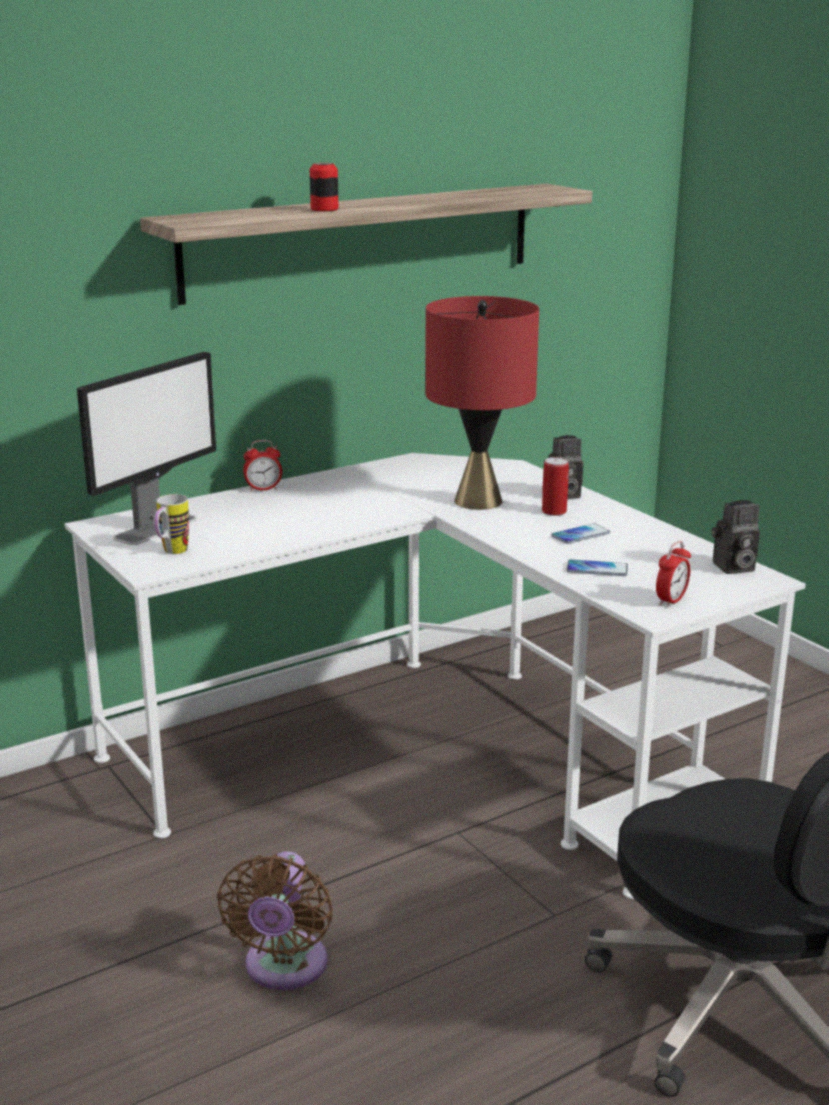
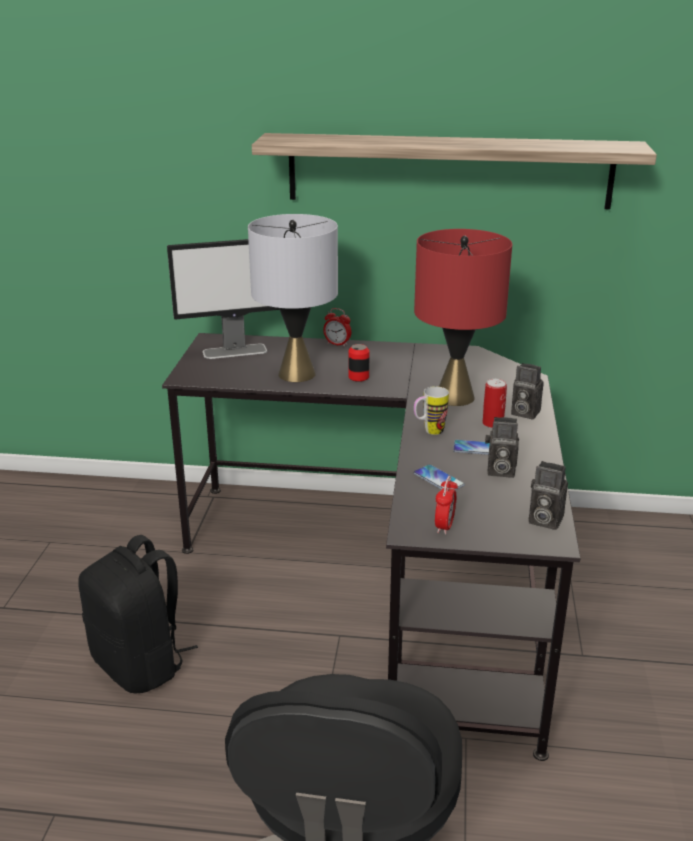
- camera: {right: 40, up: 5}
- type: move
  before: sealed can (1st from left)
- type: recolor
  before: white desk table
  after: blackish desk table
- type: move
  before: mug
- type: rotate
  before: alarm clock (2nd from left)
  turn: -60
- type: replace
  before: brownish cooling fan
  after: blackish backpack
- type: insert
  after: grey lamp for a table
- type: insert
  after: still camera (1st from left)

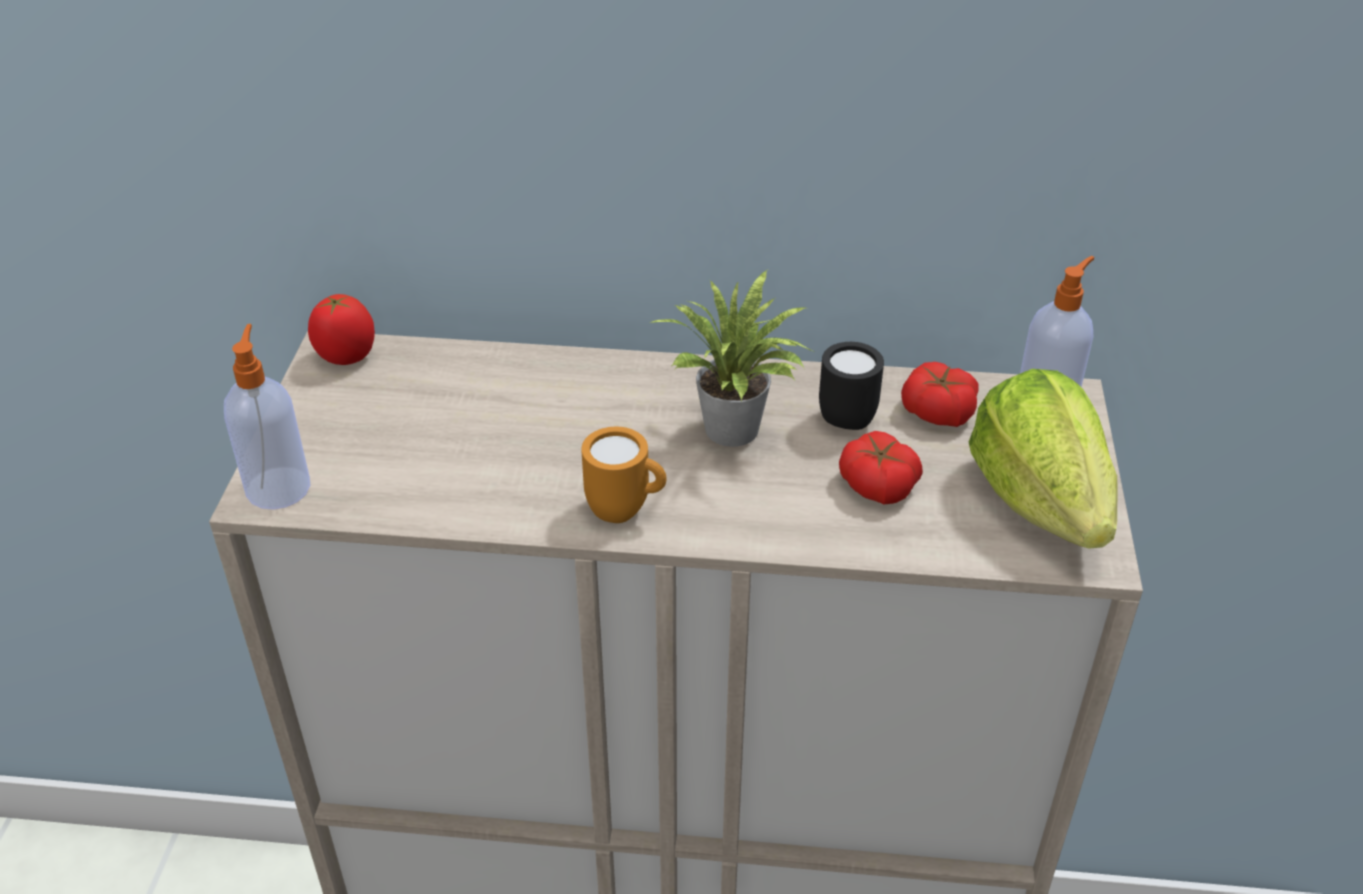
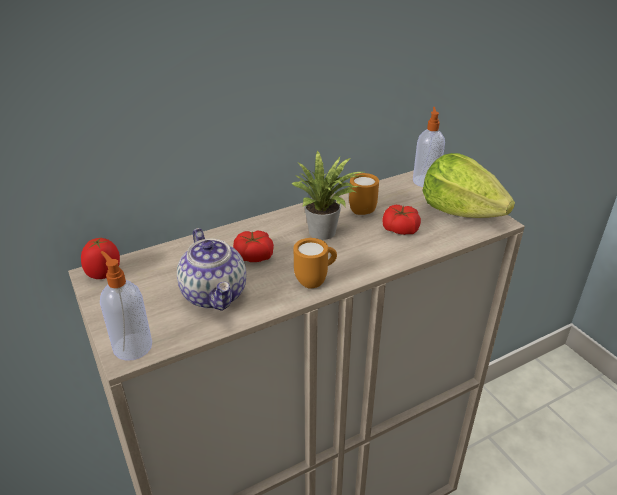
- camera: {right: -35, up: -5}
- type: recolor
  before: blackish mug
  after: orangey mug (2nd from left)
- type: move
  before: fresh tomato (3rd from left in the first image)
  after: fresh tomato (2nd from left)
- type: insert
  after: tea pot

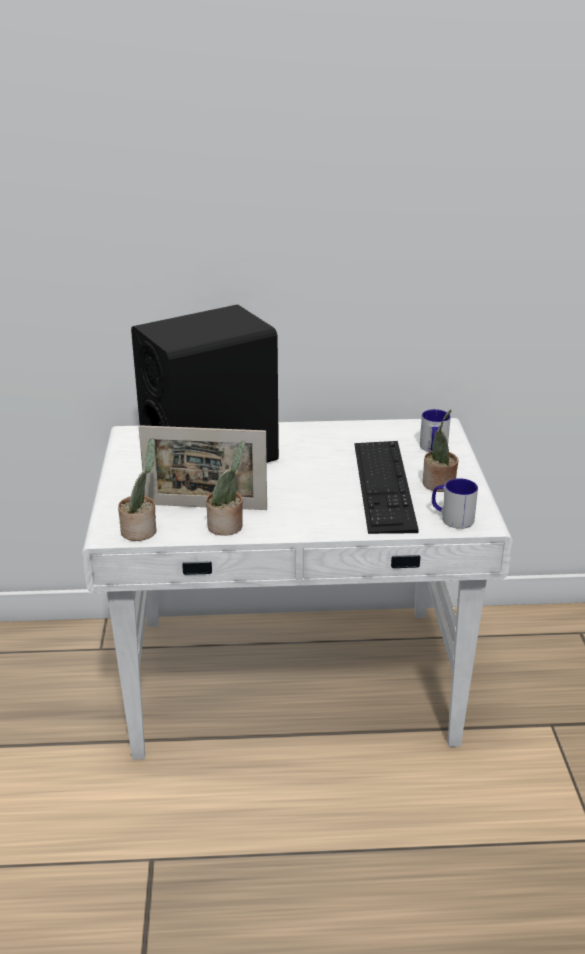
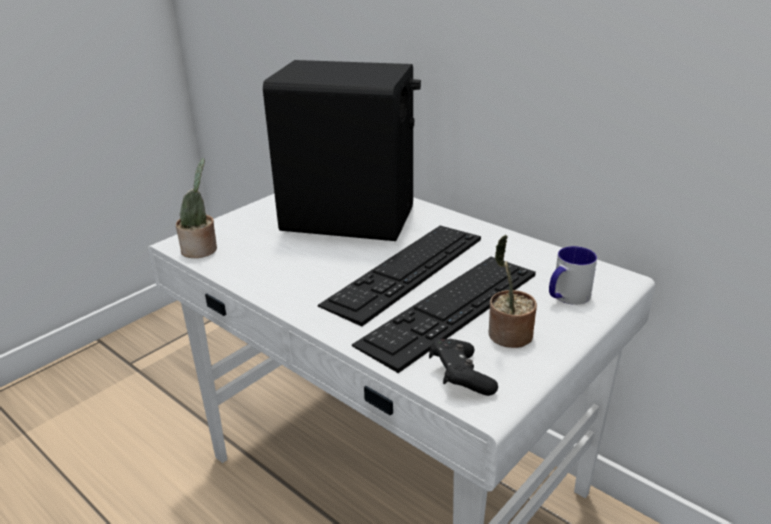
- camera: {right: 45, up: 0}
- type: delete
  before: picture frame
- type: delete
  before: houseplant (2nd from left)
- type: replace
  before: mug (2nd from left)
  after: blackish gamepad
- type: insert
  after: PC keyboard (1st from left)

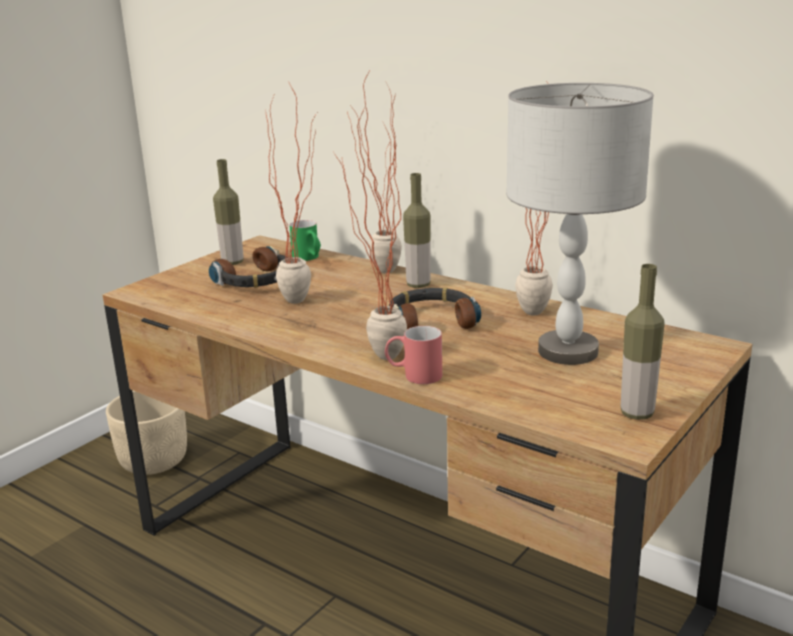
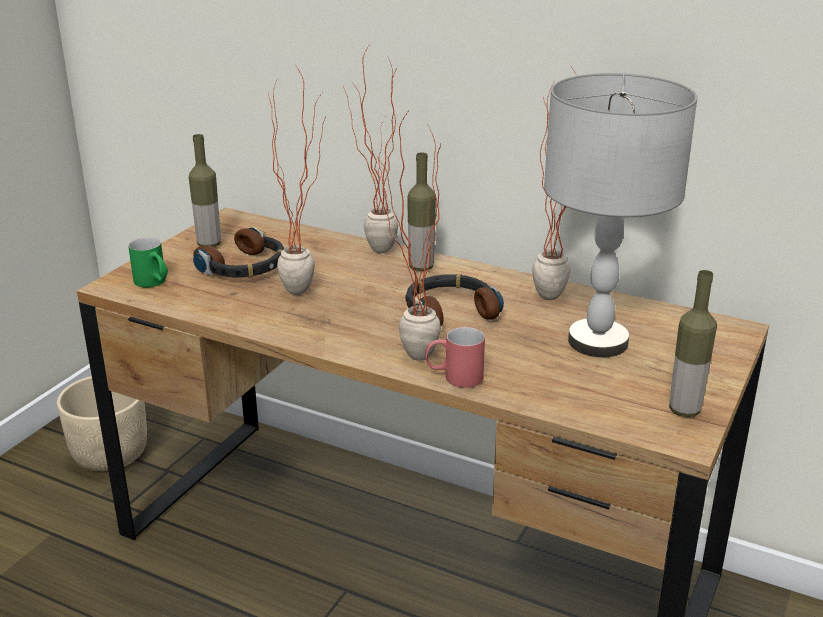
- camera: {right: -10, up: 5}
- type: move
  before: greenish mug

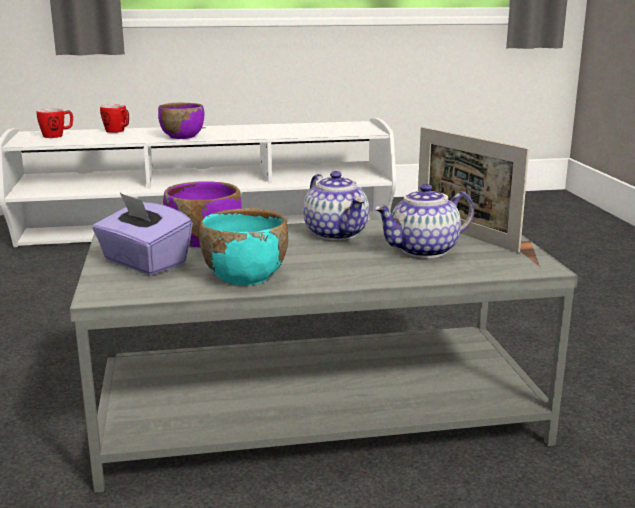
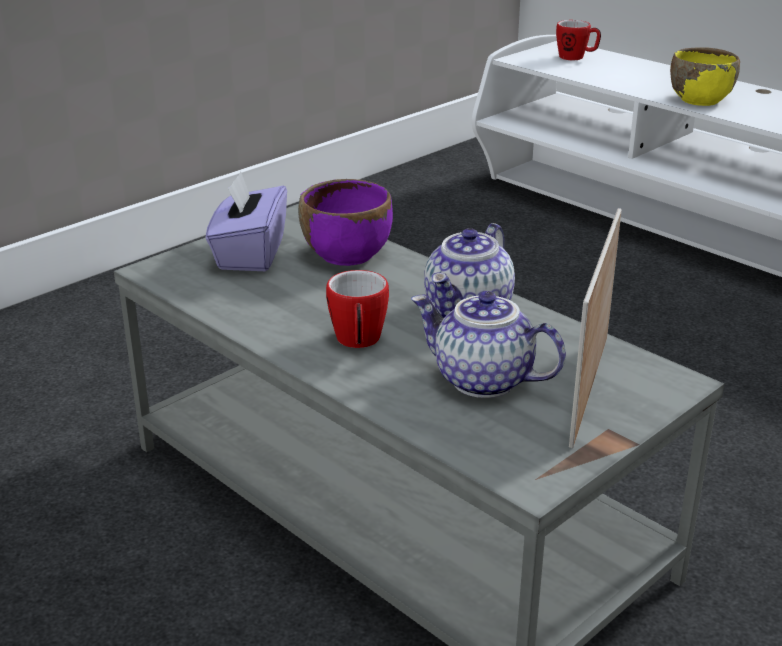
- camera: {right: 55, up: 10}
- type: recolor
  before: purplish bowl (1st from left)
  after: yellow bowl
- type: move
  before: mug (2nd from left in the first image)
  after: mug (1st from left)
- type: delete
  before: turquoise-coloured bowl

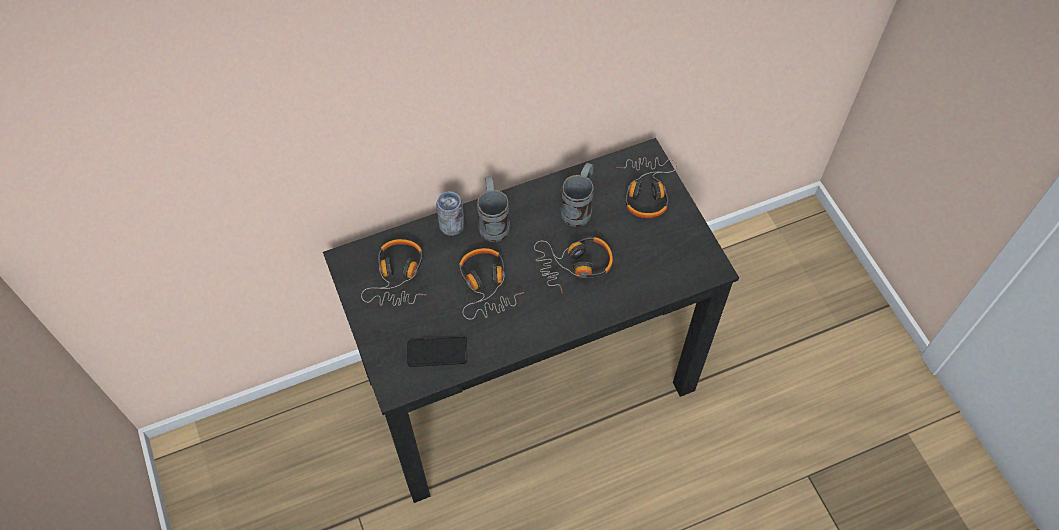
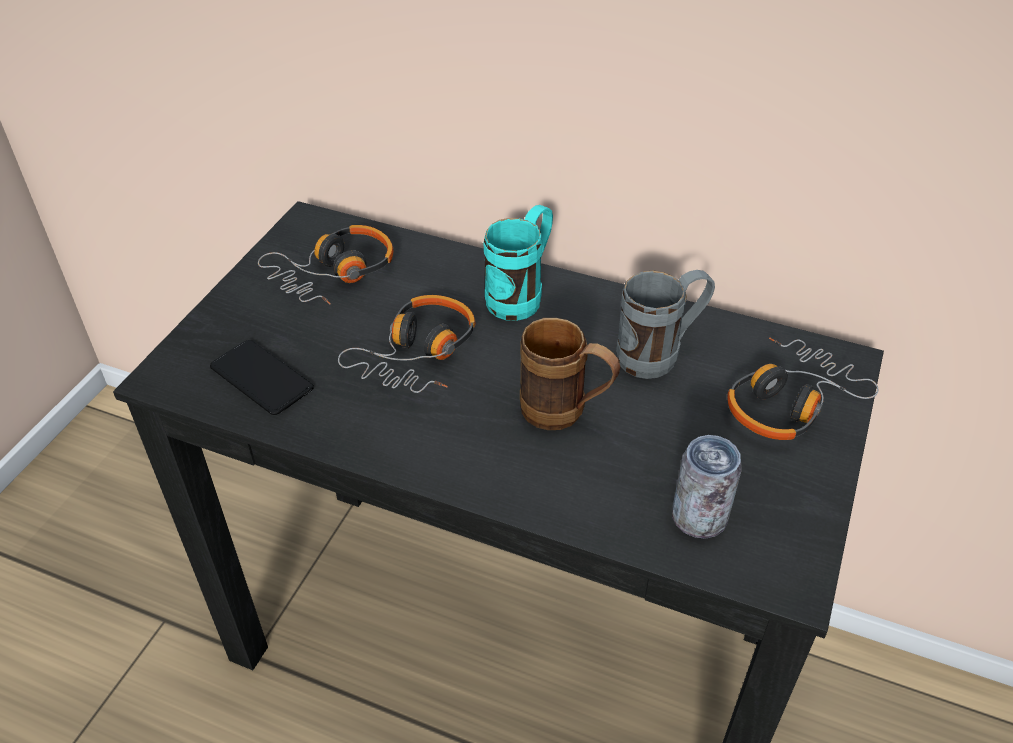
- camera: {right: 45, up: -15}
- type: recolor
  before: grey mug (1st from left)
  after: turquoise-coloured mug
- type: move
  before: sealed can
- type: replace
  before: headset (3rd from left)
  after: brownish mug

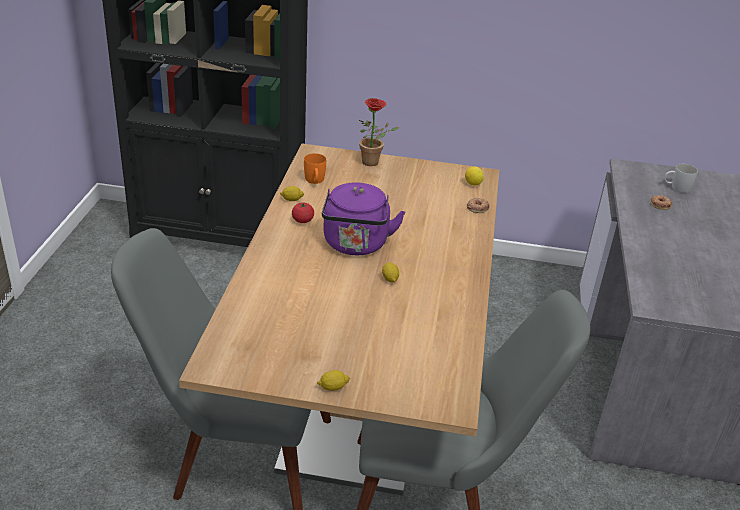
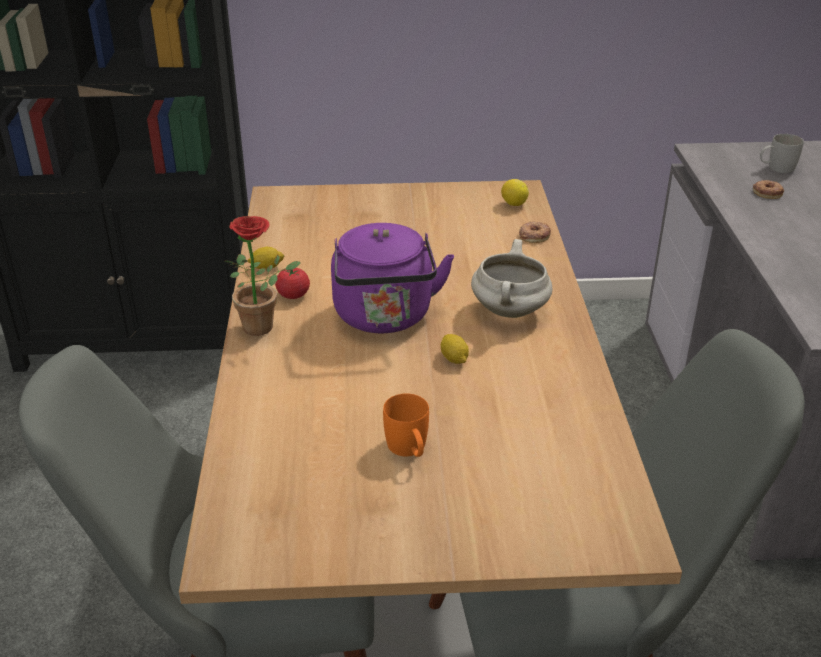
- camera: {right: -10, up: 0}
- type: move
  before: houseplant
- type: move
  before: orangey mug
- type: delete
  before: whole lemon (2nd from left)
- type: insert
  after: white cooking pot

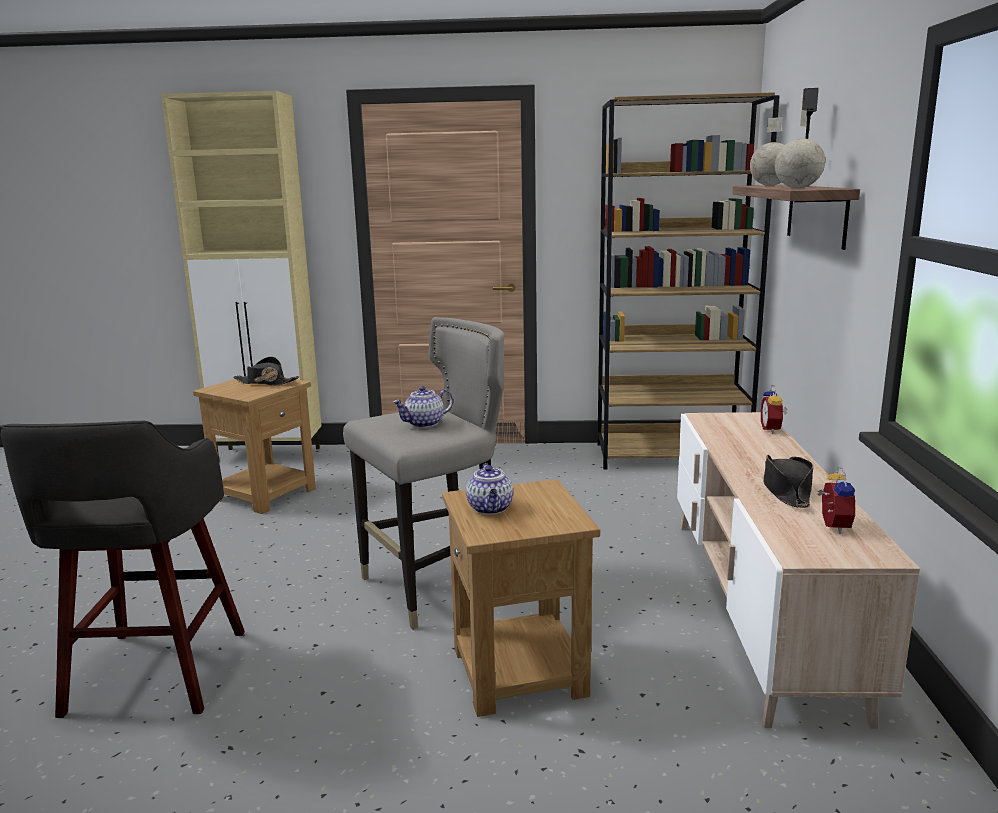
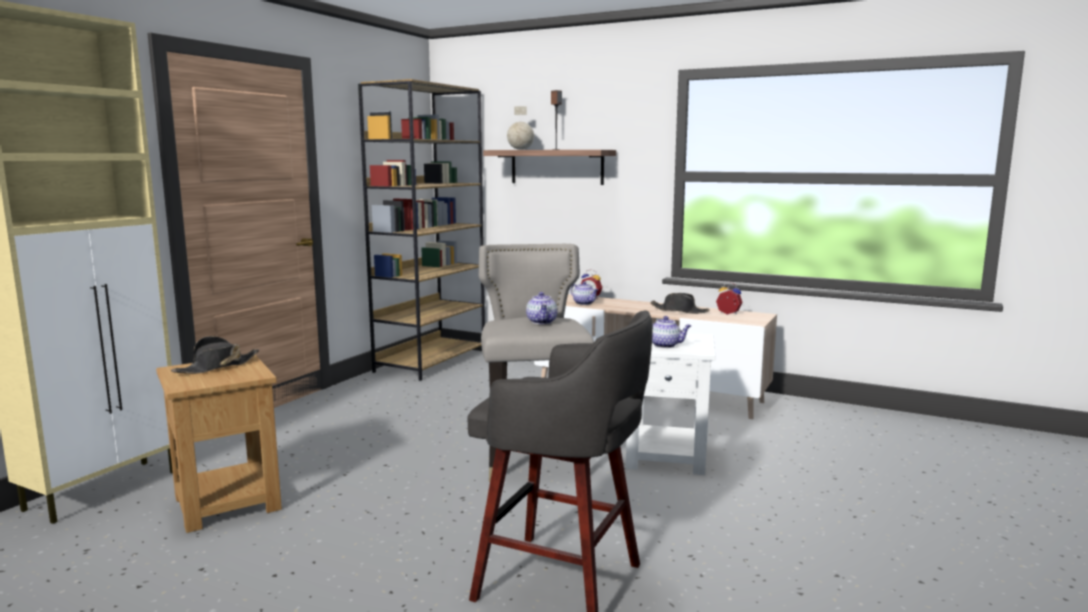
- camera: {right: -65, up: -5}
- type: delete
  before: desk globe (2nd from left)
- type: recolor
  before: brownish side table (2nd from left)
  after: white side table
- type: insert
  after: tea pot (2nd from left)

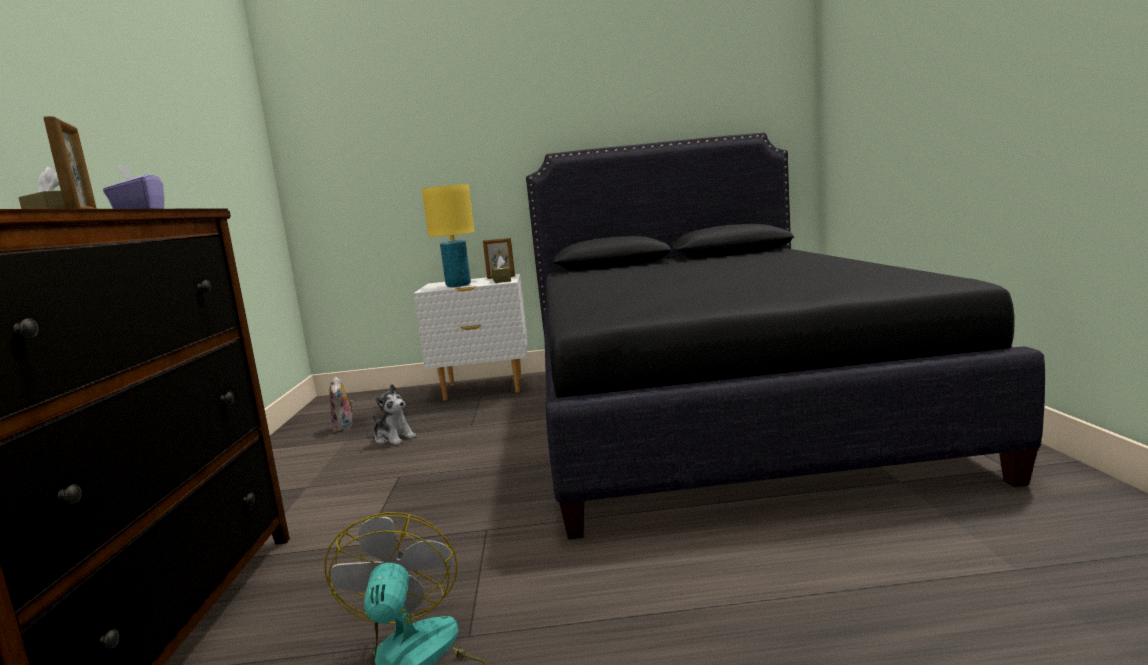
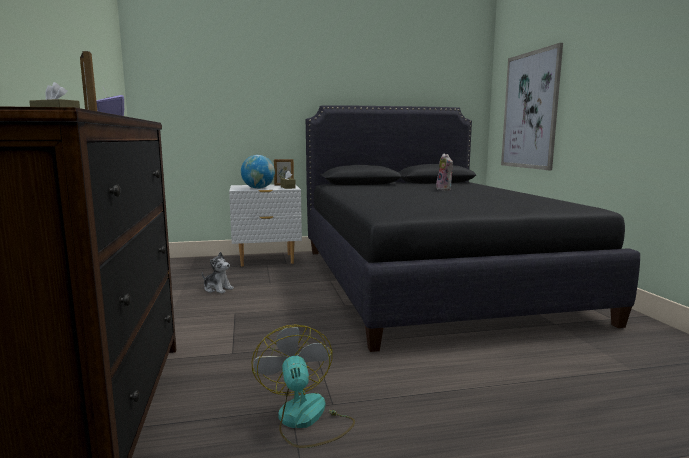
- camera: {right: -10, up: 0}
- type: replace
  before: yellow lamp for a table
  after: desk globe
- type: move
  before: soft toy (1st from left in the first image)
  after: soft toy (2nd from left)
- type: insert
  after: wall art

